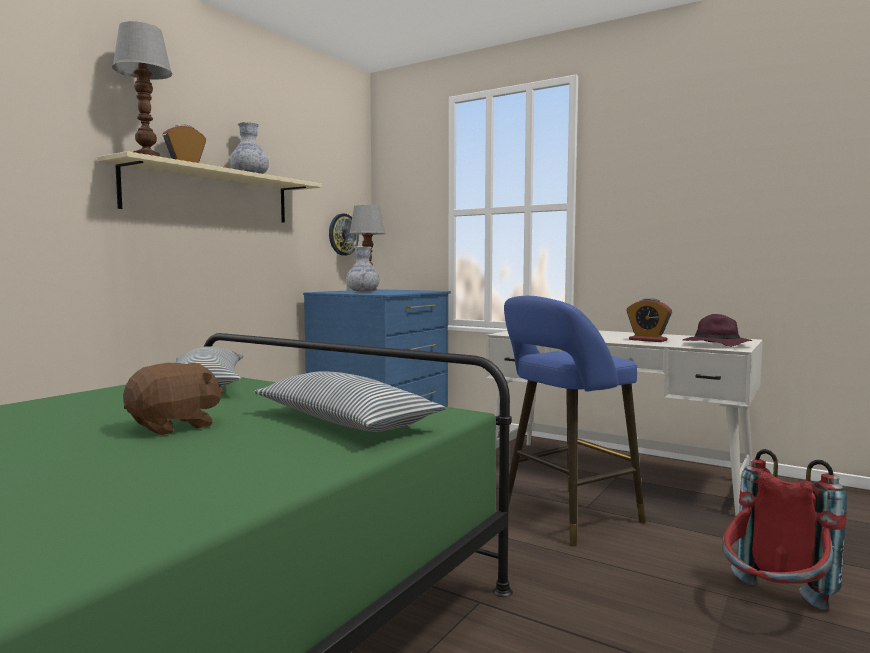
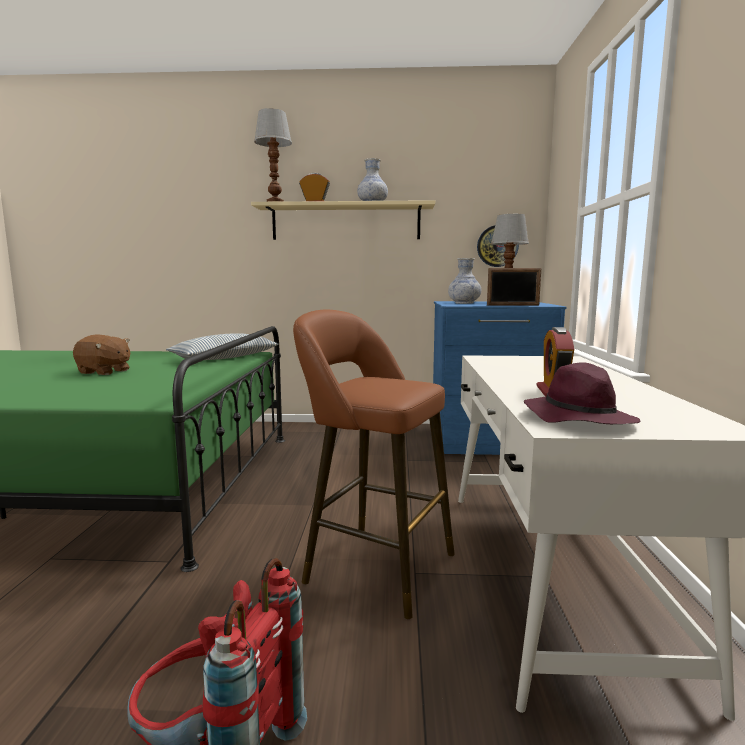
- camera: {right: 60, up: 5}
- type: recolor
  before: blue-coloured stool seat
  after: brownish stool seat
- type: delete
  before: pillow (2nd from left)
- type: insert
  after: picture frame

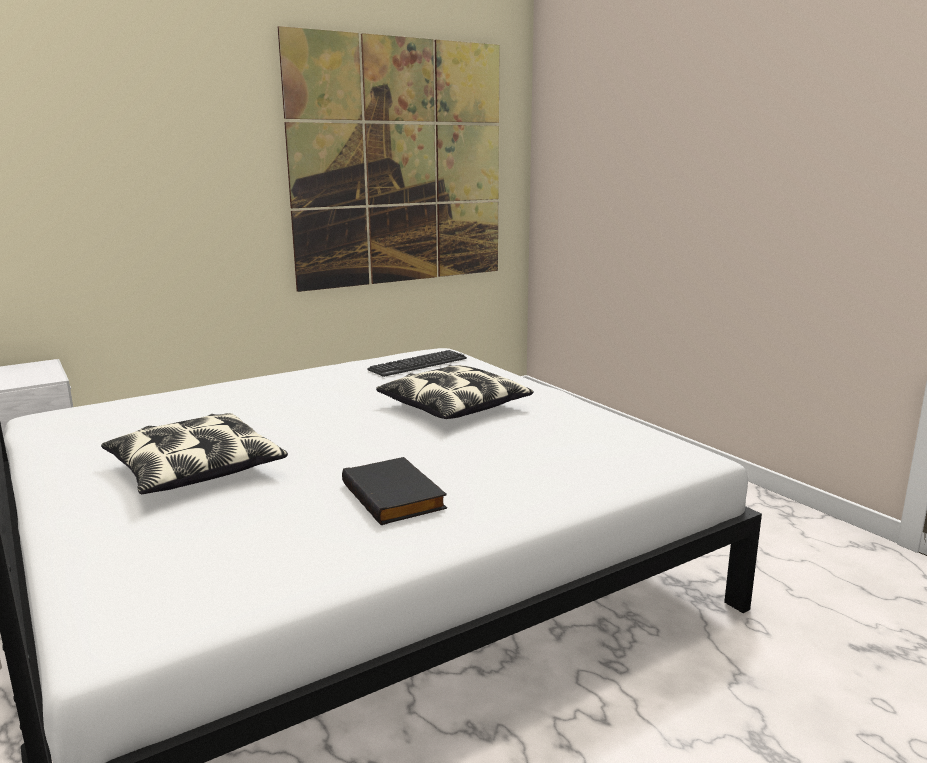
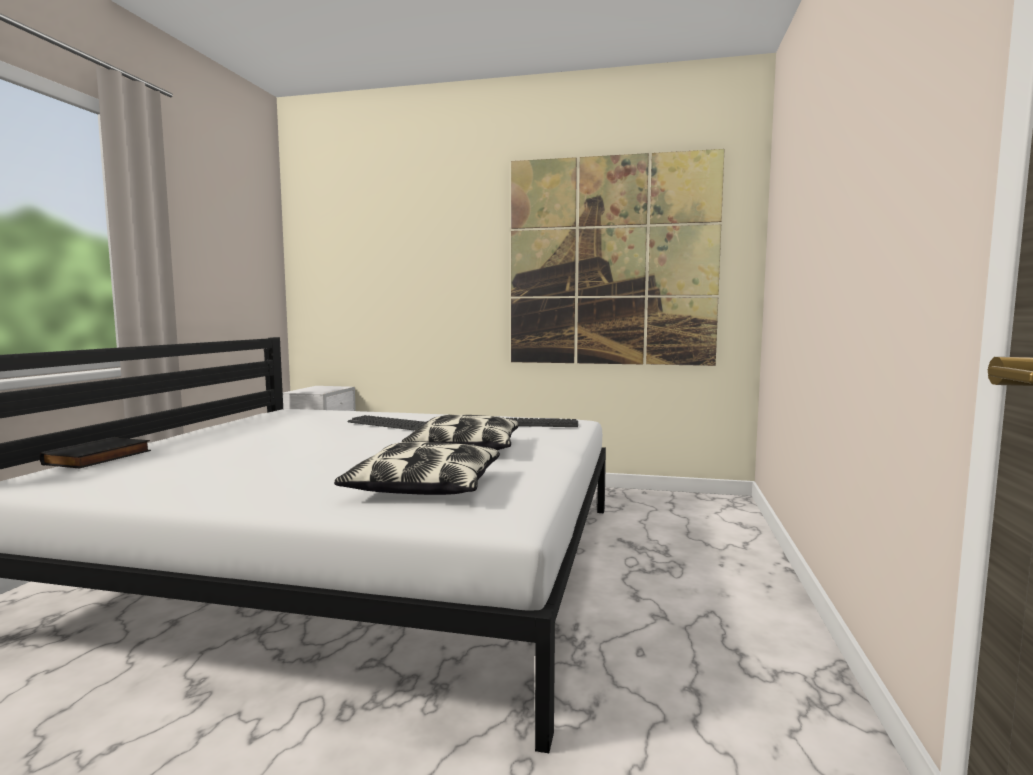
- camera: {right: 45, up: -10}
- type: move
  before: pillow (1st from left)
- type: move
  before: blackish book
- type: insert
  after: PC keyboard (1st from left)

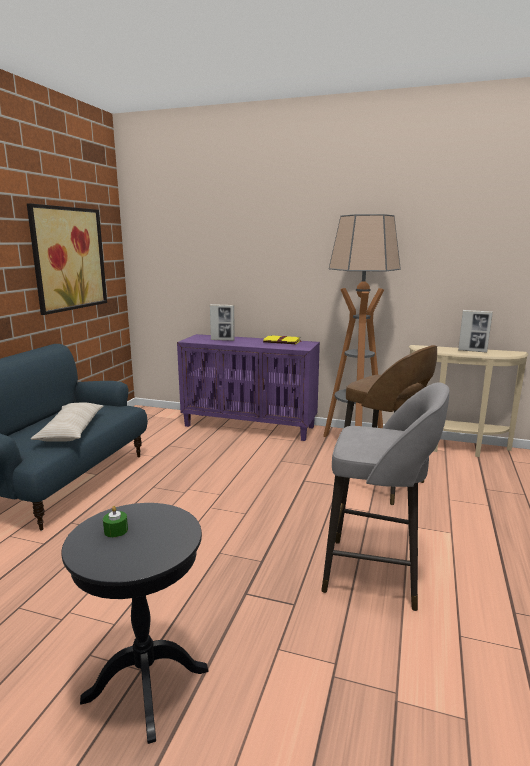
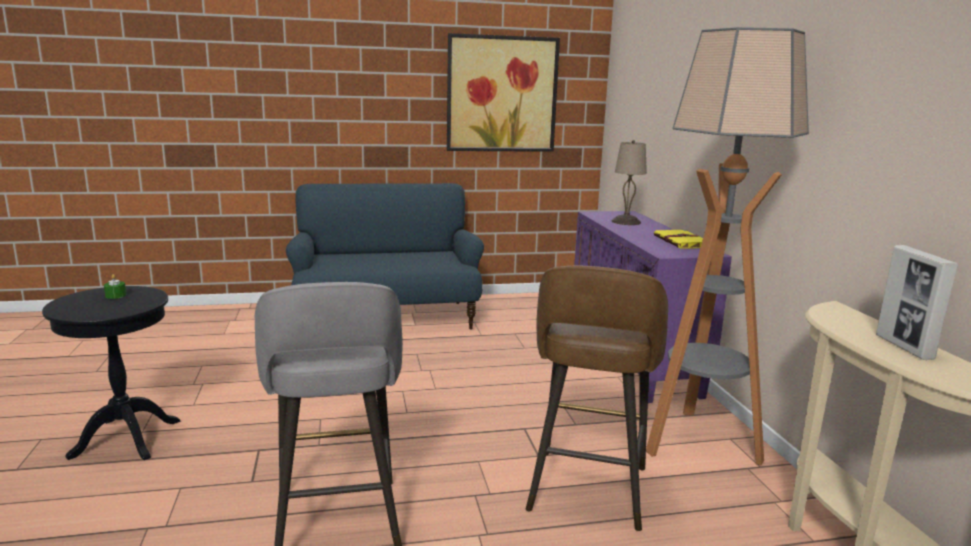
- camera: {right: 60, up: 0}
- type: replace
  before: picture frame (1st from left)
  after: beige-coloured lamp for a table
- type: delete
  before: beige-coloured pillow

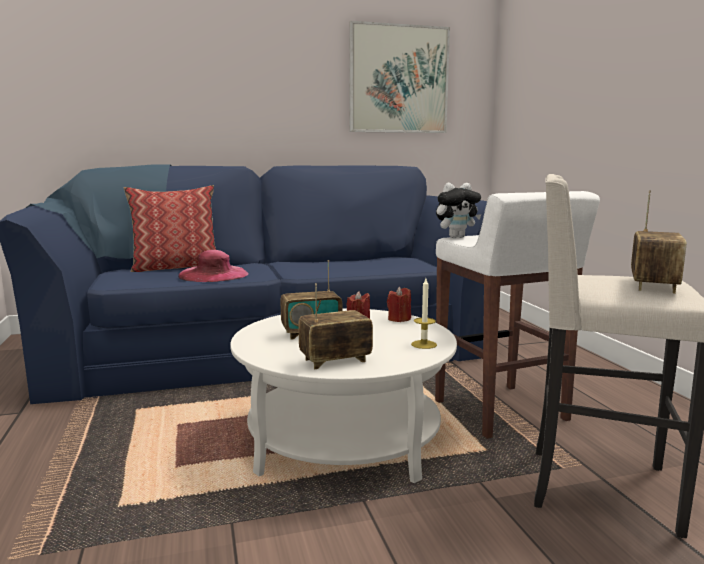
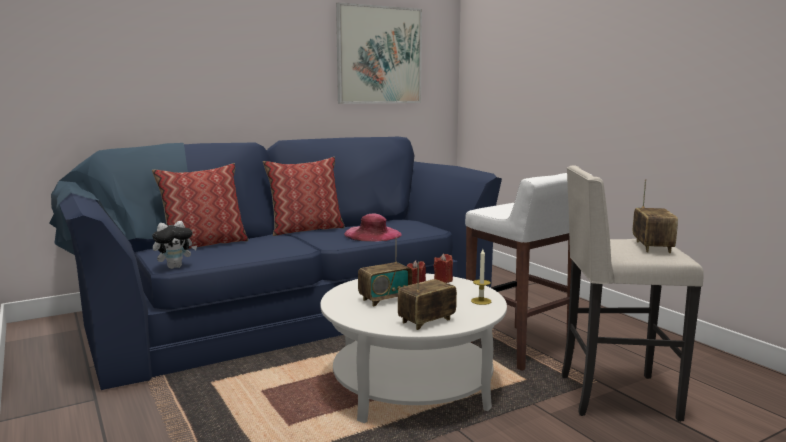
- camera: {right: -15, up: 0}
- type: move
  before: soft toy
- type: move
  before: pink-coloured wearable hat
- type: insert
  after: pillow (2nd from left)

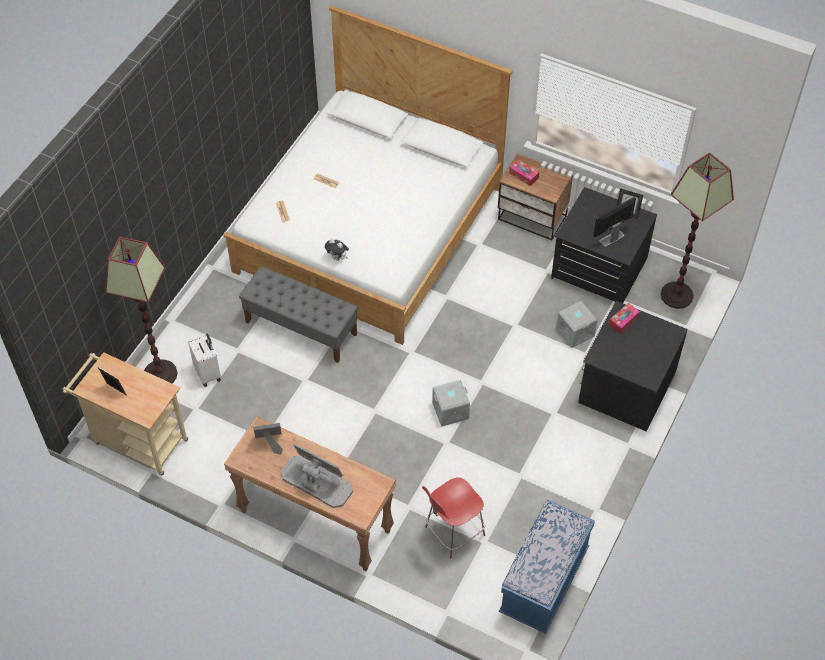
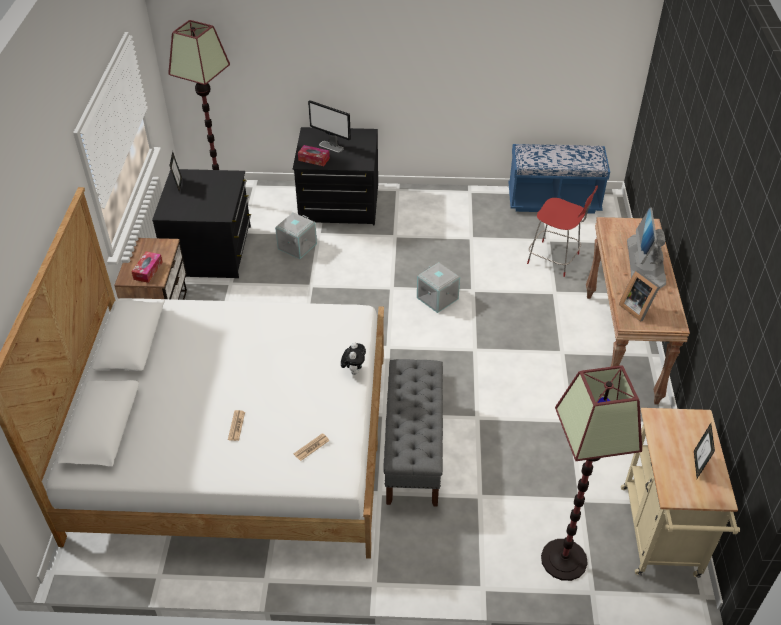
- camera: {right: -115, up: -10}
- type: move
  before: computer screen (2nd from left in the first image)
  after: computer screen (1st from left)
- type: delete
  before: white suitcase

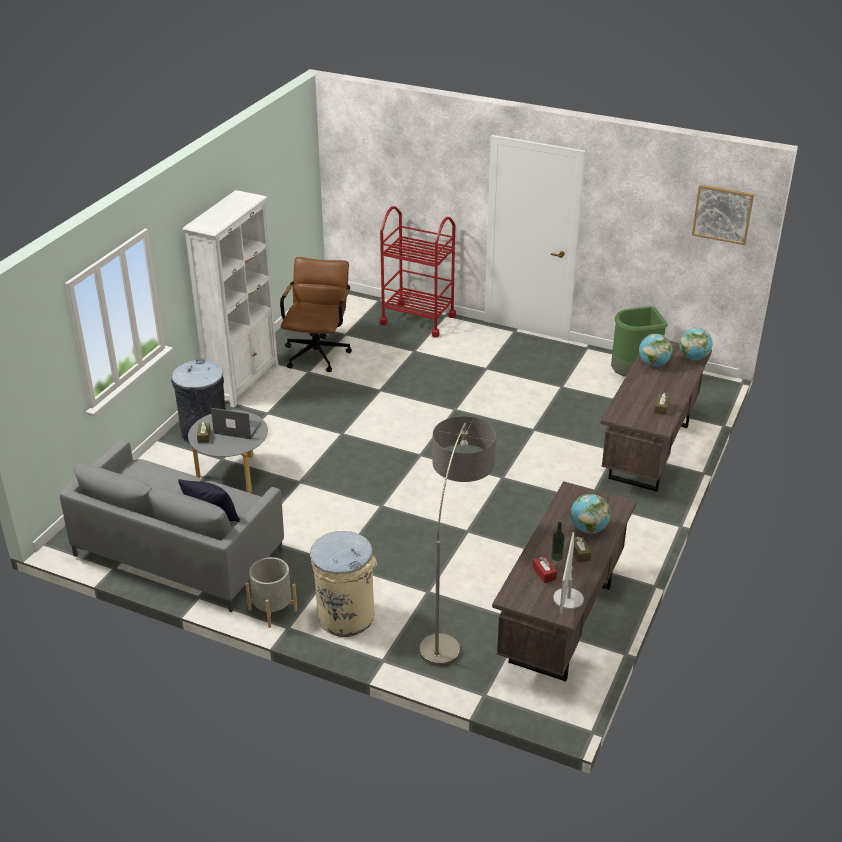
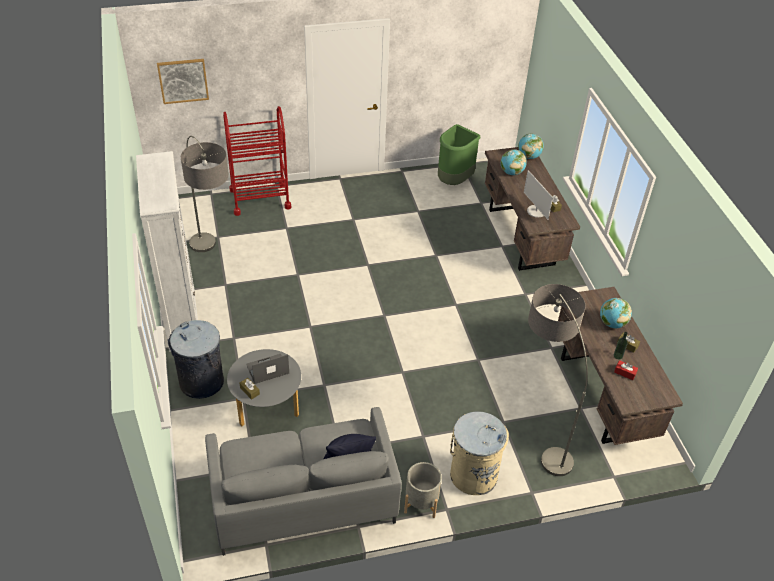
- camera: {right: -40, up: 10}
- type: move
  before: wall art
- type: replace
  before: brownish office chair
  after: standing lamp (1st from left)
- type: move
  before: computer screen

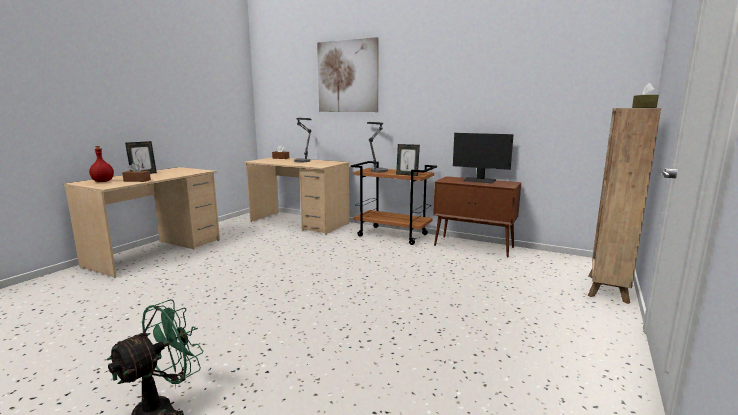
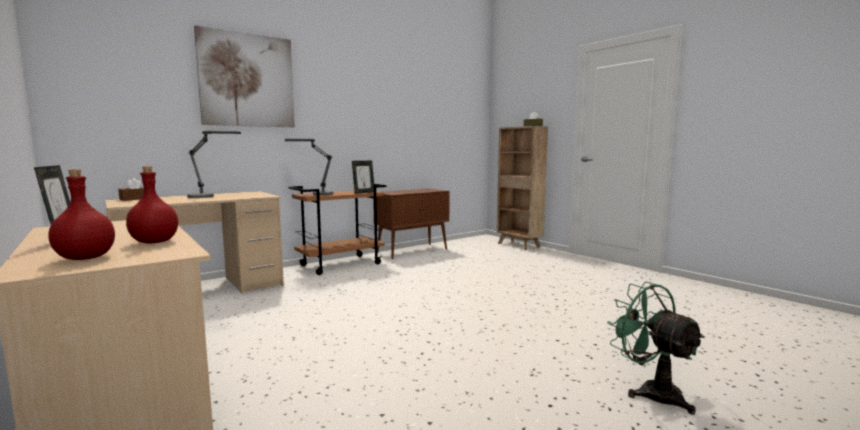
- camera: {right: -65, up: -5}
- type: delete
  before: computer screen
- type: replace
  before: brownish tissue box (1st from left)
  after: red-coloured drink bottle (2nd from left)

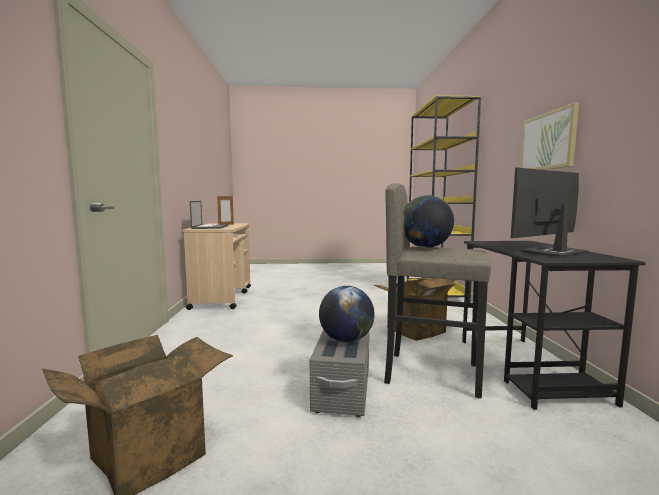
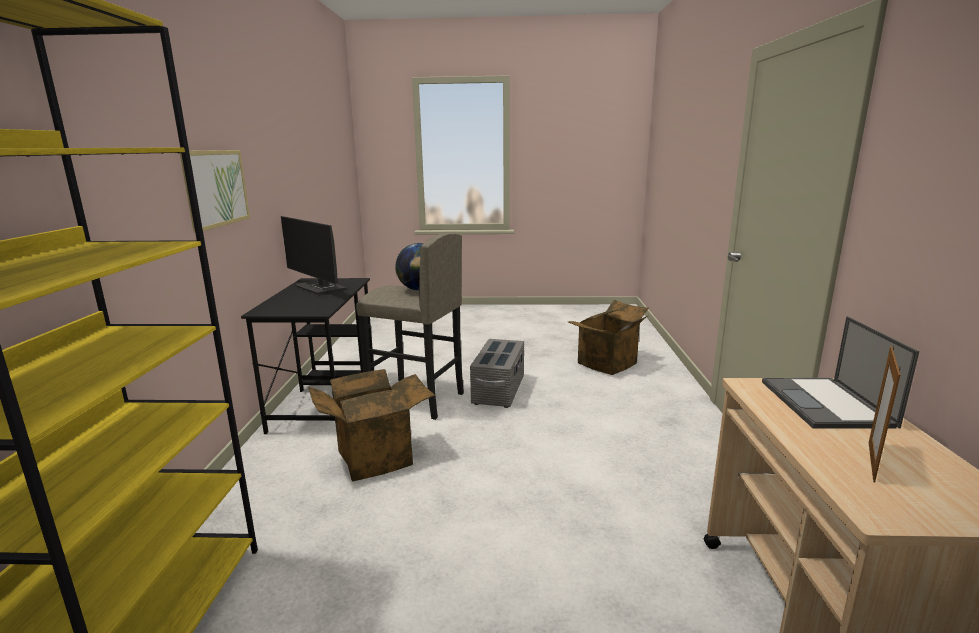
- camera: {right: -175, up: 10}
- type: rotate
  before: computer screen
  turn: 75
- type: delete
  before: desk globe (1st from left)

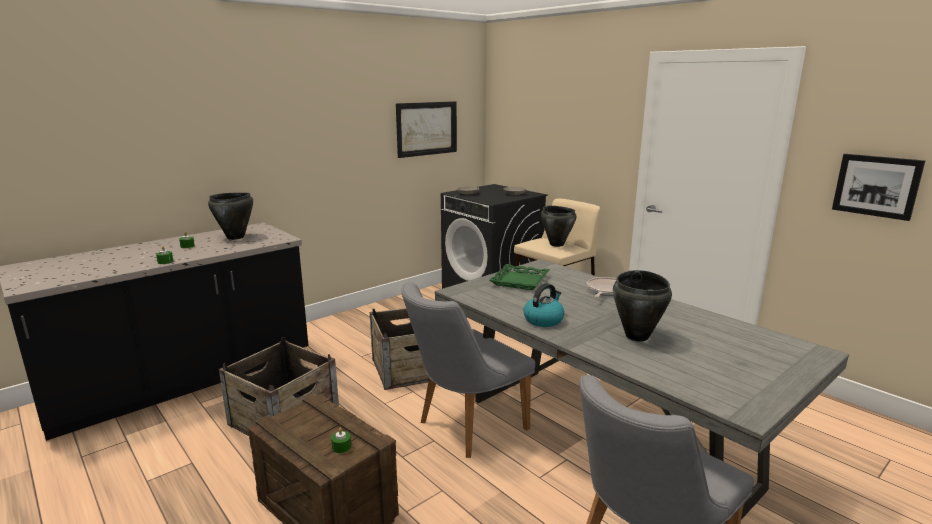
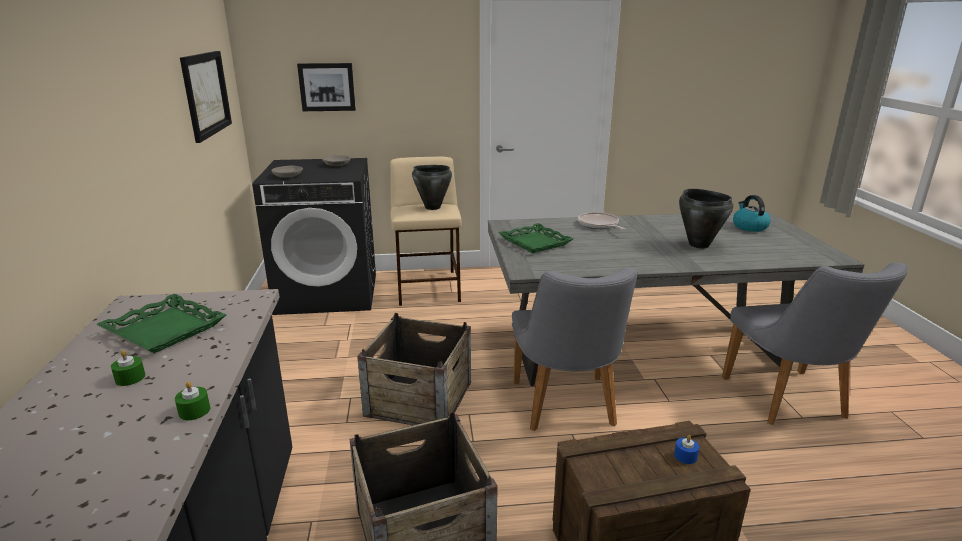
- camera: {right: -55, up: 5}
- type: move
  before: wall art (2nd from left)
- type: replace
  before: blackish cooking pot (1st from left)
  after: greenish tray (1st from left)
- type: move
  before: kettle
- type: recolor
  before: greenish candle (3rd from left)
  after: blue-coloured candle

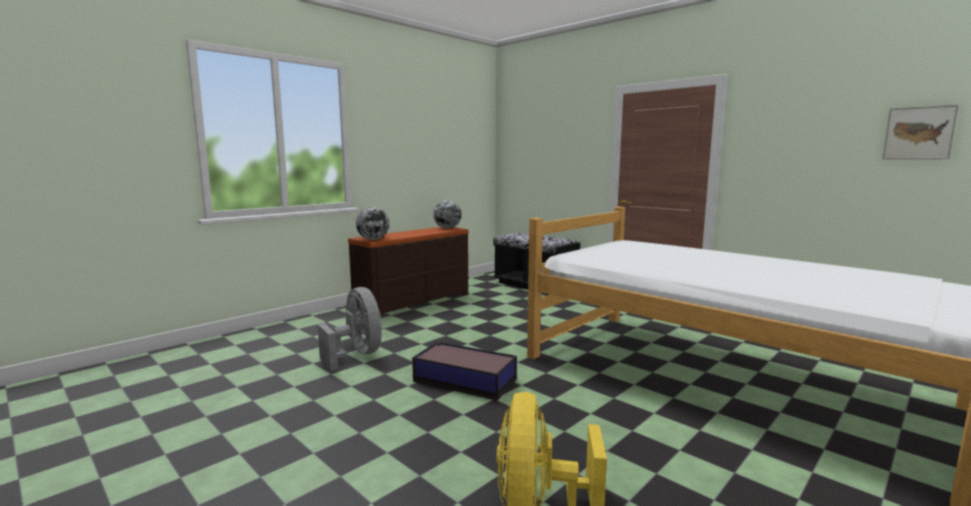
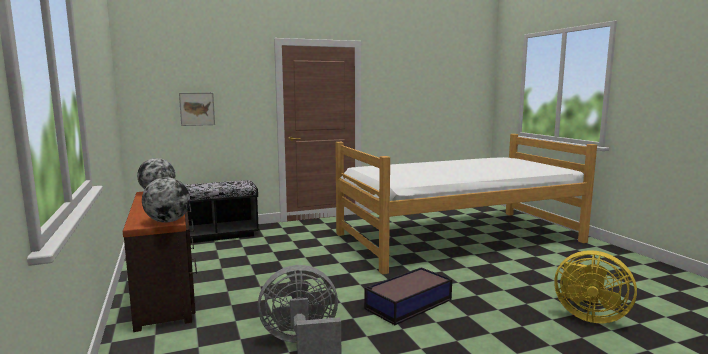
- camera: {right: -65, up: 0}
- type: move
  before: wall art

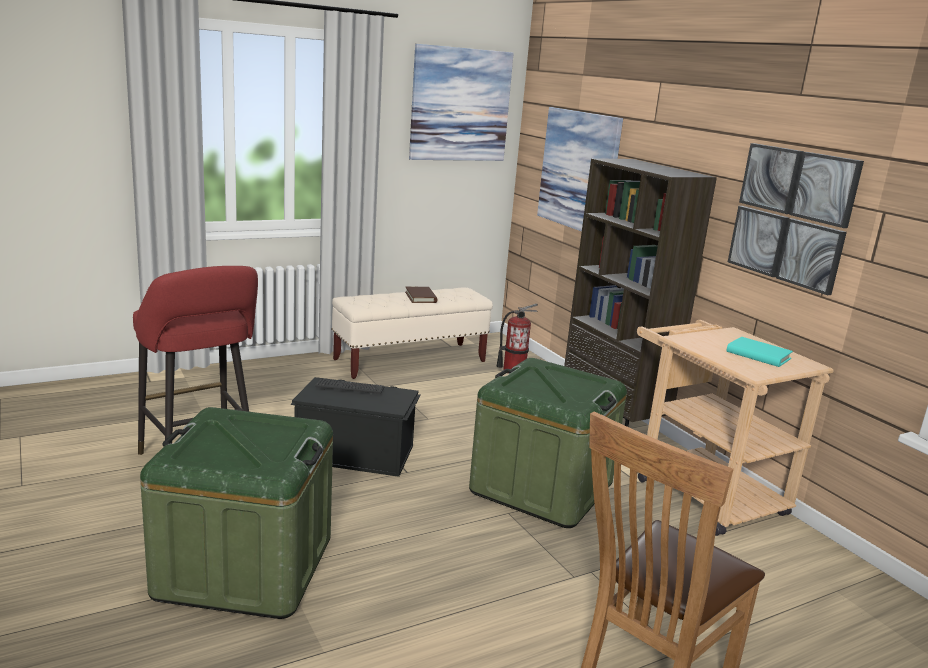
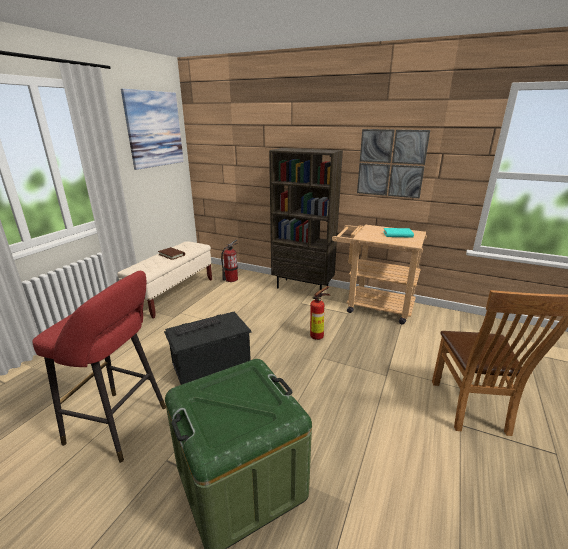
- camera: {right: -35, up: 5}
- type: delete
  before: wall art (2nd from left)
- type: replace
  before: greenish storage container (2nd from left)
  after: fire extinguisher (2nd from left)

